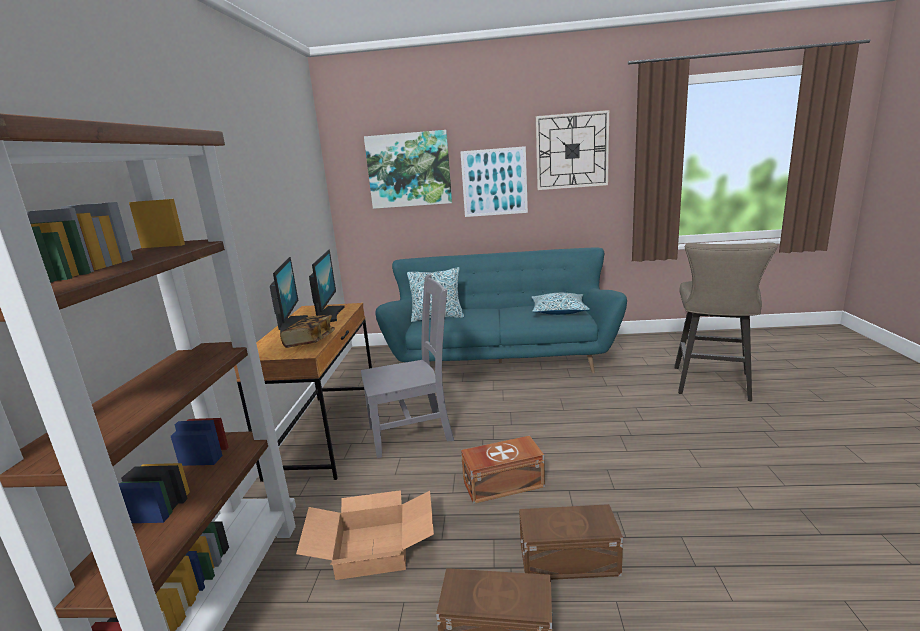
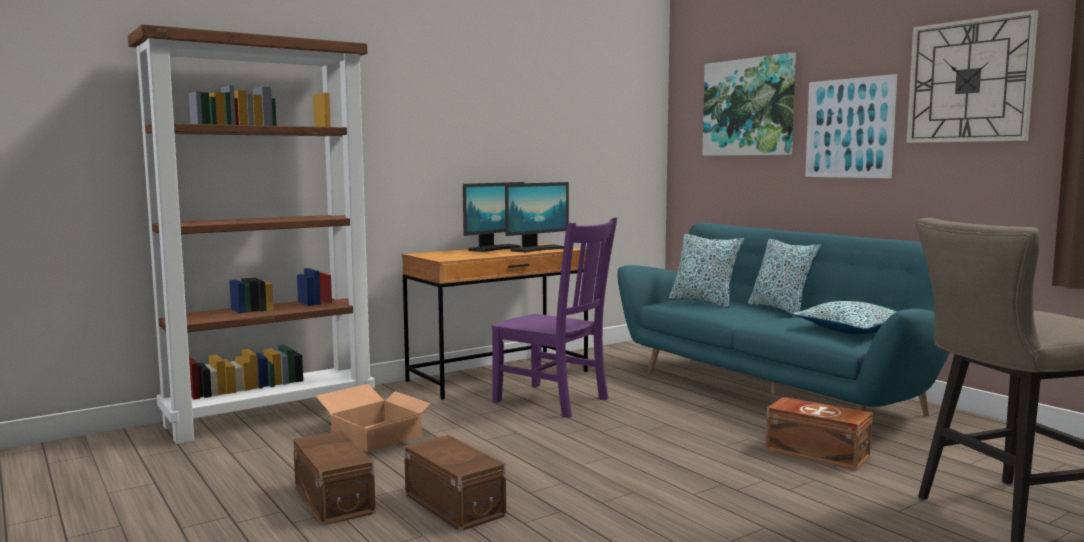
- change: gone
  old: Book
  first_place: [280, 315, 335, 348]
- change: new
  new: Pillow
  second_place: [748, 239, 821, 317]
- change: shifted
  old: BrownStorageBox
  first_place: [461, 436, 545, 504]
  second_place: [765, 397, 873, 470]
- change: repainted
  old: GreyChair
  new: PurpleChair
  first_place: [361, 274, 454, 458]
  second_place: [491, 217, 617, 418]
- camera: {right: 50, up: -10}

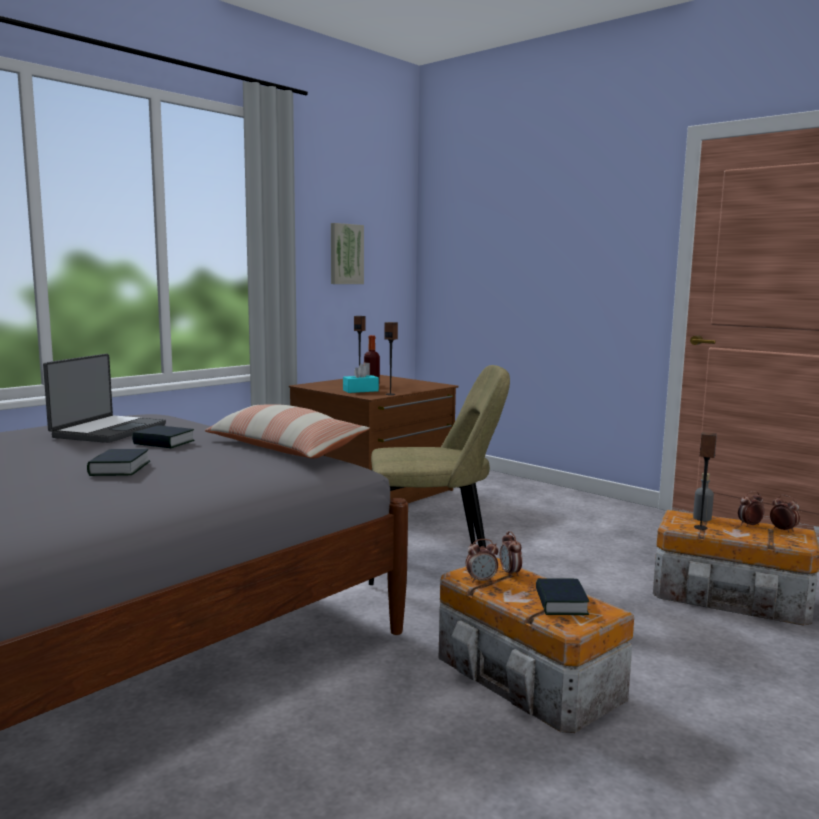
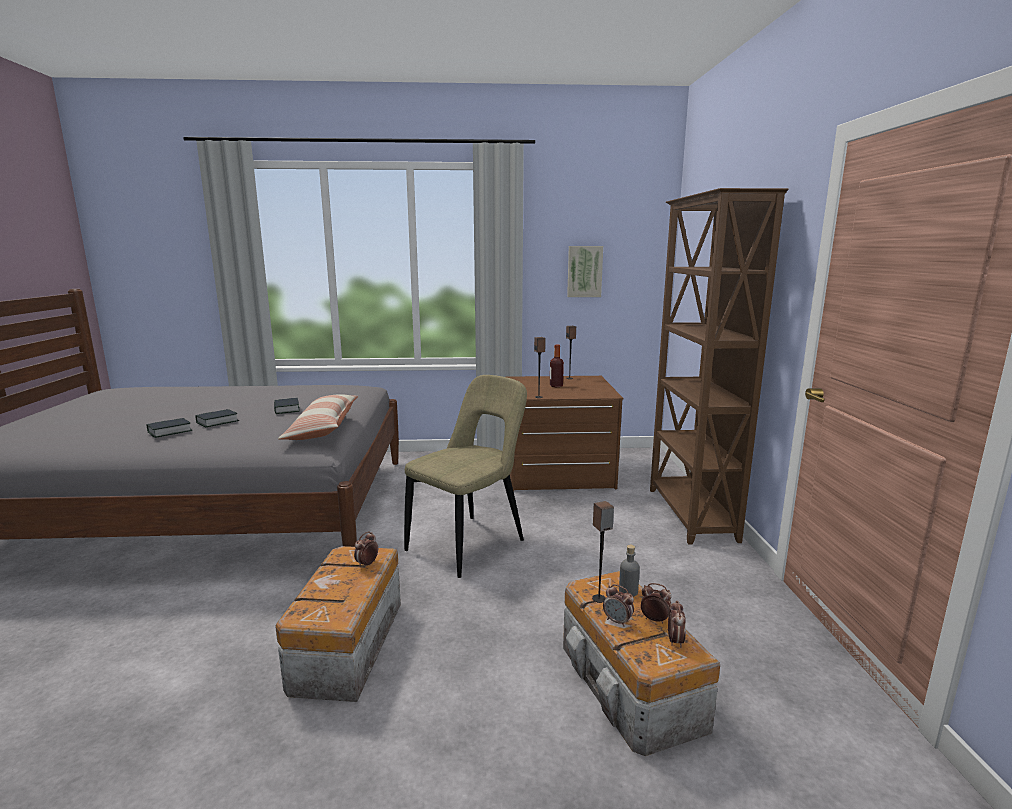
- change: gone
  old: Laptop
  first_place: [43, 354, 166, 443]
- change: gone
  old: TurquoiseTissueBox
  first_place: [343, 364, 379, 393]
- change: new
  new: BrownBookcase
  second_place: [650, 188, 788, 545]
- change: shifted
  old: AlarmClock
  first_place: [466, 539, 499, 583]
  second_place: [603, 584, 634, 627]
- change: shifted
  old: Book
  first_place: [536, 578, 589, 615]
  second_place: [146, 418, 192, 438]
- change: rotated
  old: BeigeChair
  first_place: [369, 365, 510, 585]
  second_place: [404, 375, 527, 578]
  degrees: -90
- camera: {right: 45, up: 5}

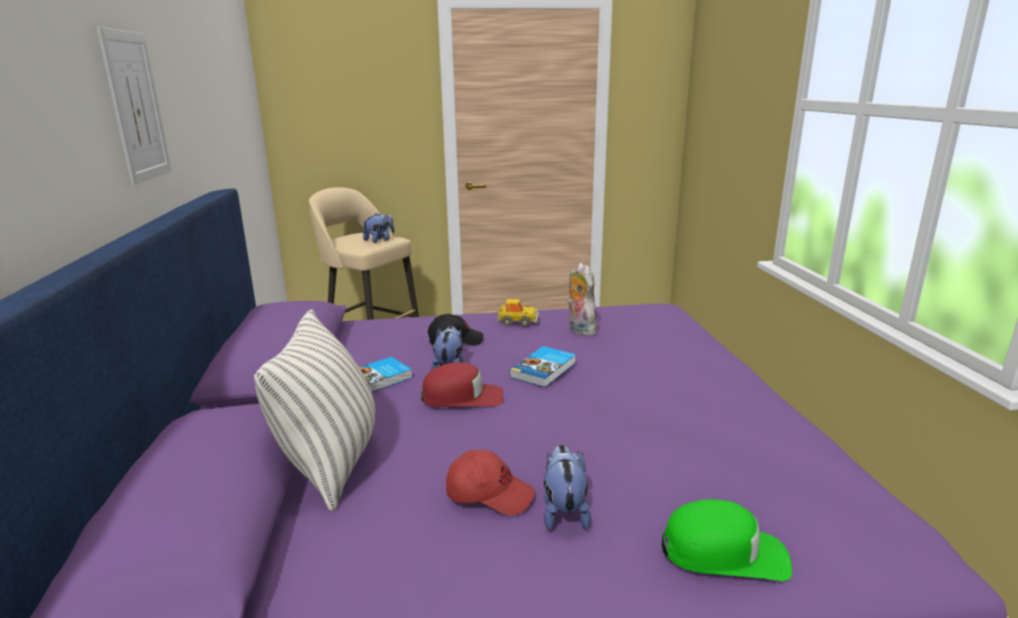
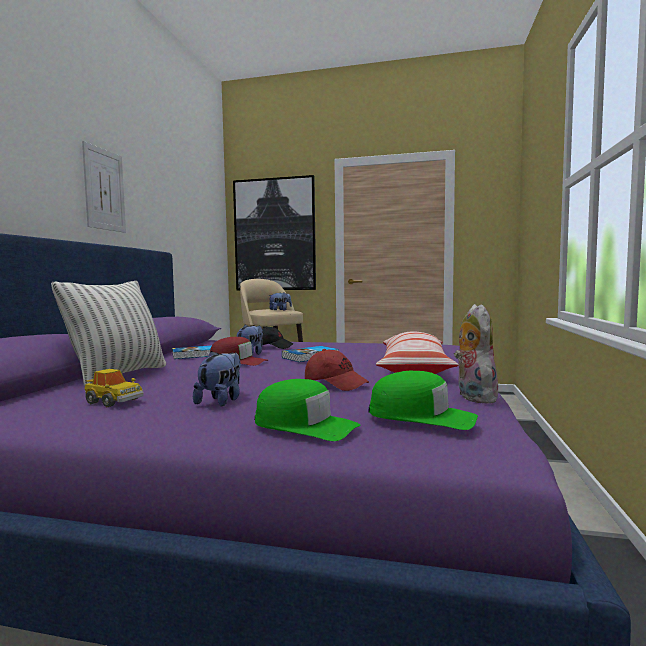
- change: new
  new: Picture
  second_place: [233, 175, 316, 290]
- change: new
  new: GreenCap
  second_place: [368, 371, 478, 430]
- change: new
  new: Pillow
  second_place: [376, 331, 459, 374]
- change: shifted
  old: RedCap
  first_place: [446, 450, 535, 516]
  second_place: [305, 349, 369, 391]
- change: shifted
  old: ToyCar
  first_place: [497, 299, 539, 327]
  second_place: [85, 369, 144, 407]
- change: shifted
  old: PlushToy
  first_place: [567, 263, 600, 336]
  second_place: [454, 304, 500, 404]
- camera: {right: 20, up: -15}

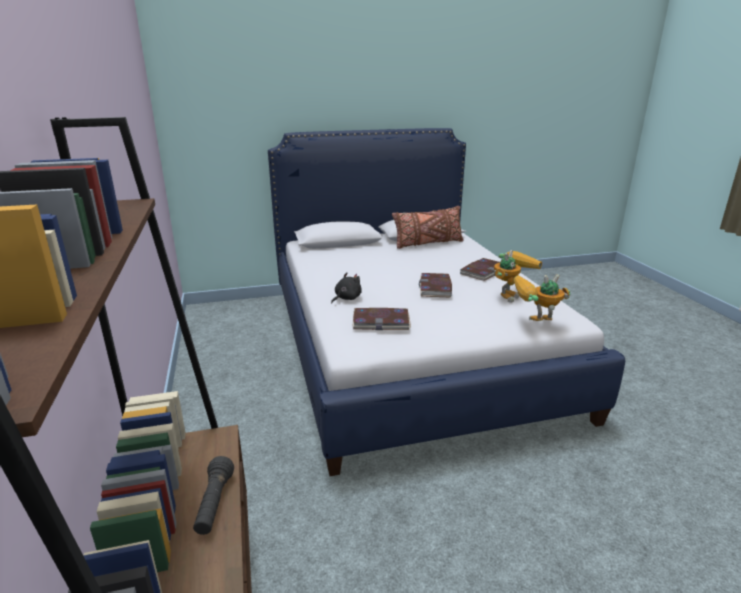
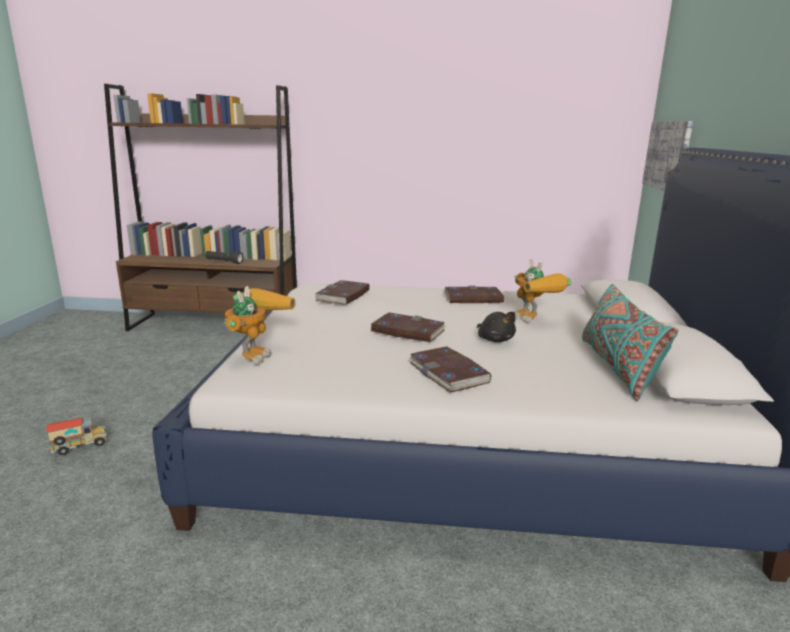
- change: new
  new: ToyTruck
  second_place: [46, 417, 106, 455]
- change: new
  new: Book
  second_place: [443, 286, 504, 303]
- change: new
  new: Picture
  second_place: [642, 121, 693, 191]
- change: shifted
  old: BlackPlushToy
  first_place: [331, 272, 362, 303]
  second_place: [477, 312, 516, 342]
- change: shifted
  old: ToyRobot
  first_place: [494, 250, 542, 303]
  second_place: [514, 259, 572, 323]
- change: repainted
  old: BrownPillow
  new: TurquoisePillow
  first_place: [392, 206, 464, 249]
  second_place: [582, 284, 678, 401]
- camera: {right: 110, up: -5}

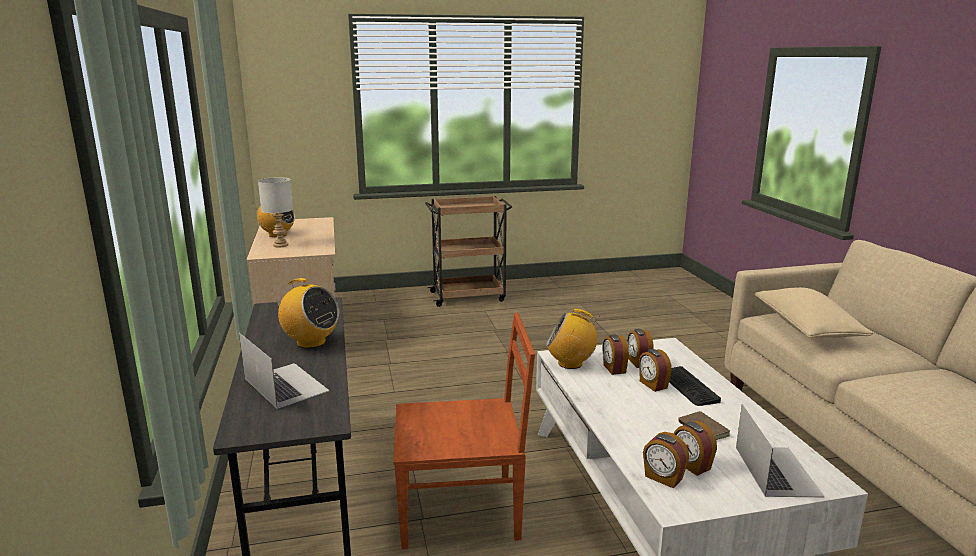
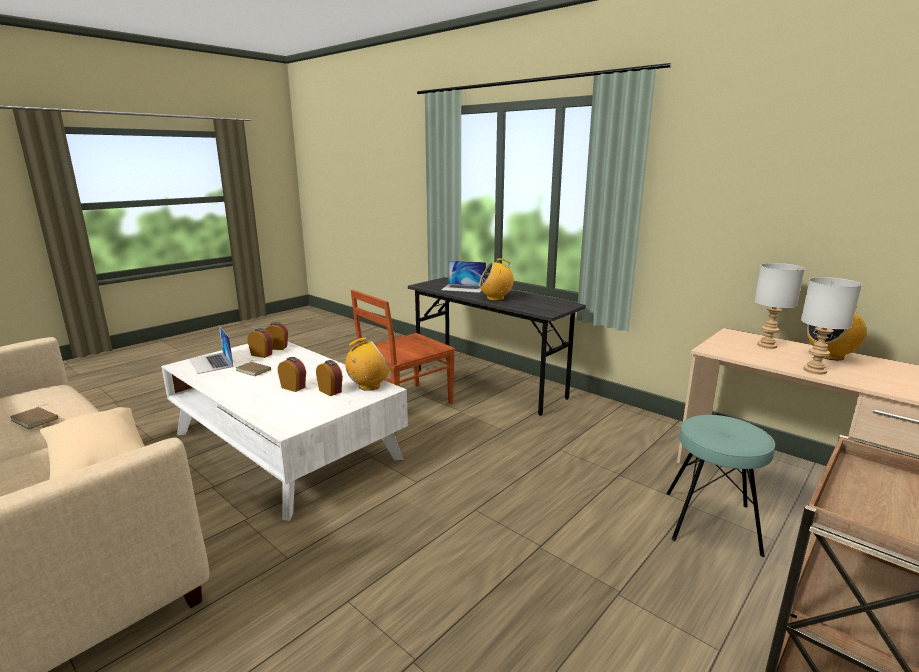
- change: gone
  old: AlarmClock
  first_place: [627, 329, 654, 368]
- change: gone
  old: Keyboard
  first_place: [669, 366, 721, 406]
- change: new
  new: BrownBook
  second_place: [10, 404, 58, 429]
- change: new
  new: TurquoiseStool
  second_place: [666, 415, 775, 557]
- change: new
  new: GreyTableLamp
  second_place: [801, 277, 862, 374]
- camera: {right: 145, up: 0}

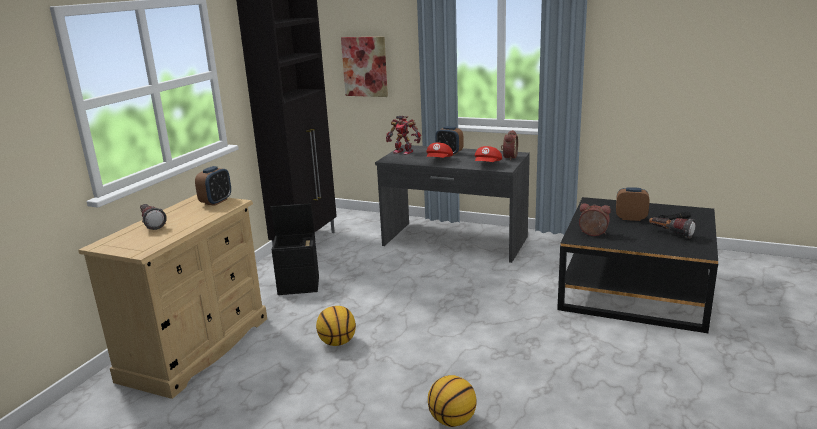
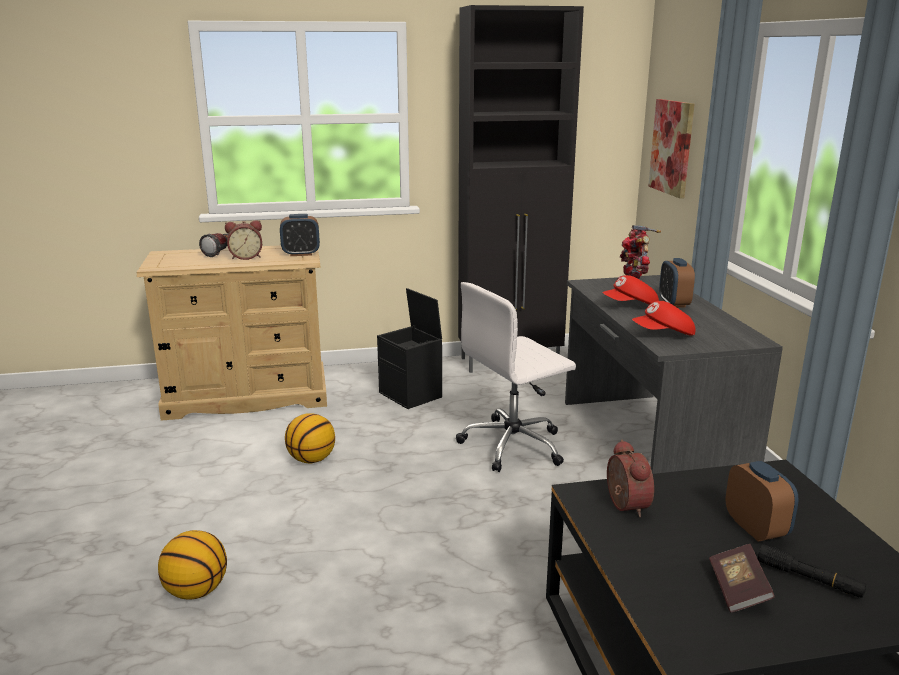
- change: new
  new: WhiteOfficeChair
  second_place: [456, 282, 576, 472]
- change: shifted
  old: AlarmClock
  first_place: [501, 130, 518, 160]
  second_place: [225, 220, 262, 260]
- change: swapped
  old: Flashlight
  new: Book
  first_place: [649, 217, 696, 239]
  second_place: [709, 544, 775, 613]
- camera: {right: 55, up: 0}

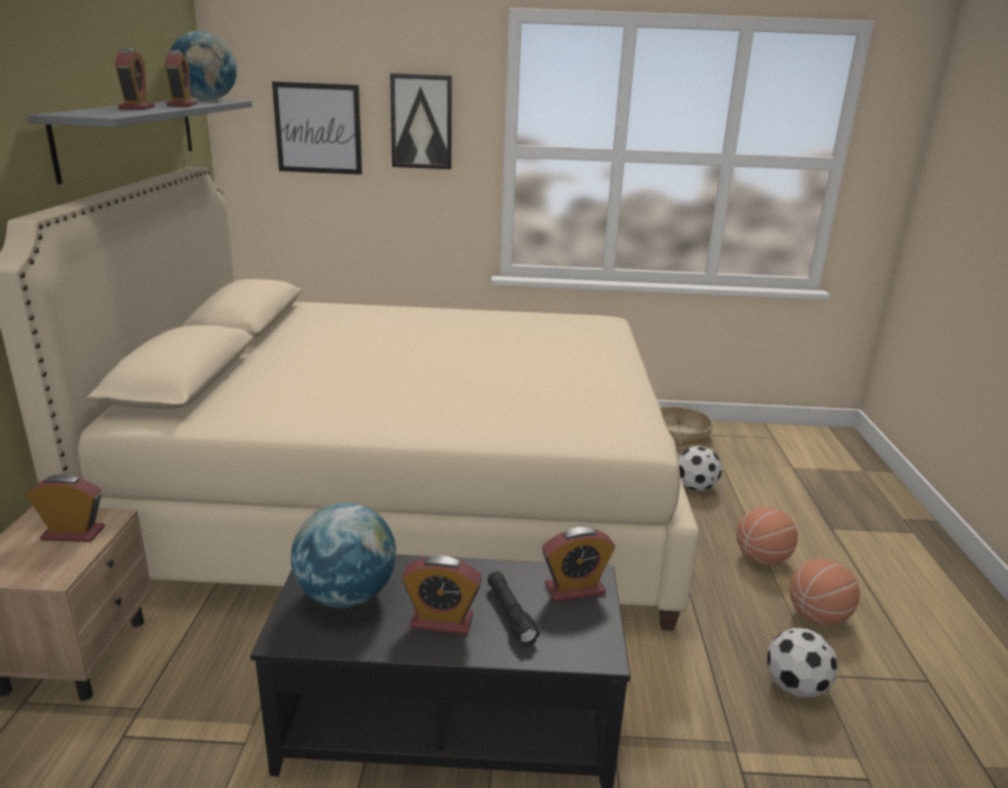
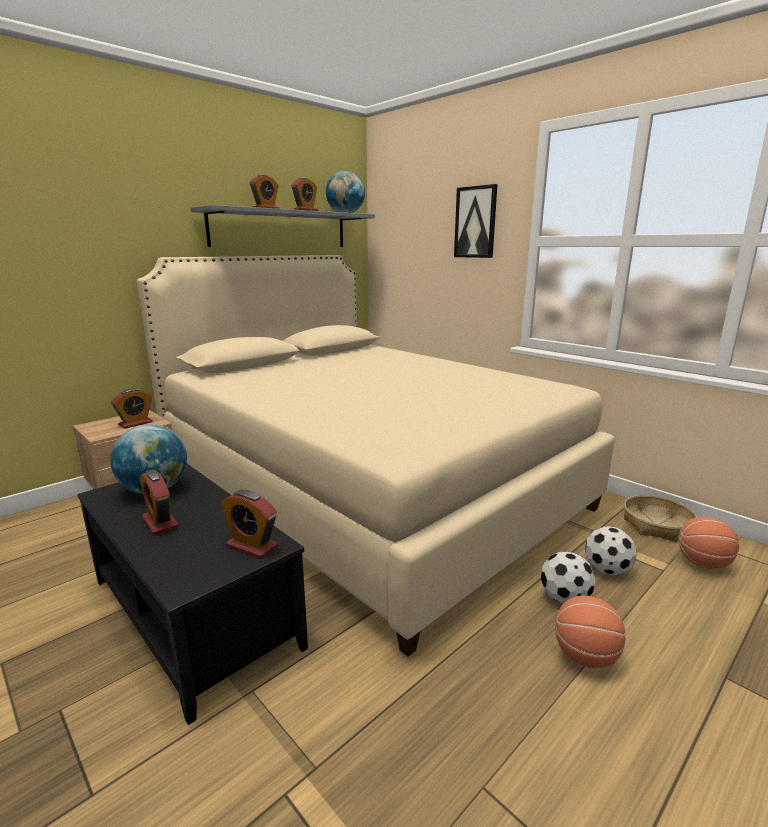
- change: gone
  old: Picture
  first_place: [272, 82, 362, 175]
- change: gone
  old: BlackFlashlight
  first_place: [487, 571, 540, 646]
- change: shifted
  old: Football
  first_place: [767, 628, 838, 697]
  second_place: [541, 551, 595, 604]
- change: shifted
  old: Basketball
  first_place: [789, 559, 860, 626]
  second_place: [679, 516, 739, 569]
- change: rotated
  old: AlarmClock
  first_place: [26, 474, 105, 542]
  second_place: [111, 389, 153, 429]
  degrees: 90
- camera: {right: 45, up: -5}

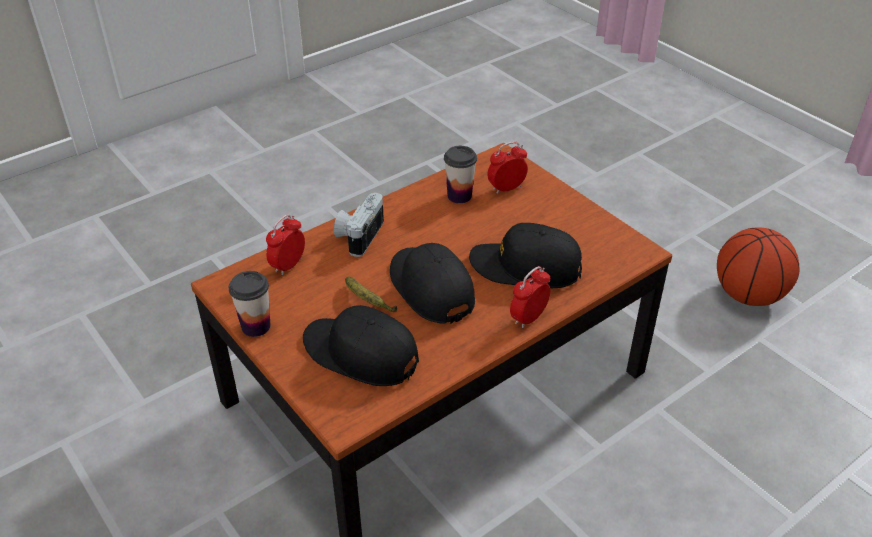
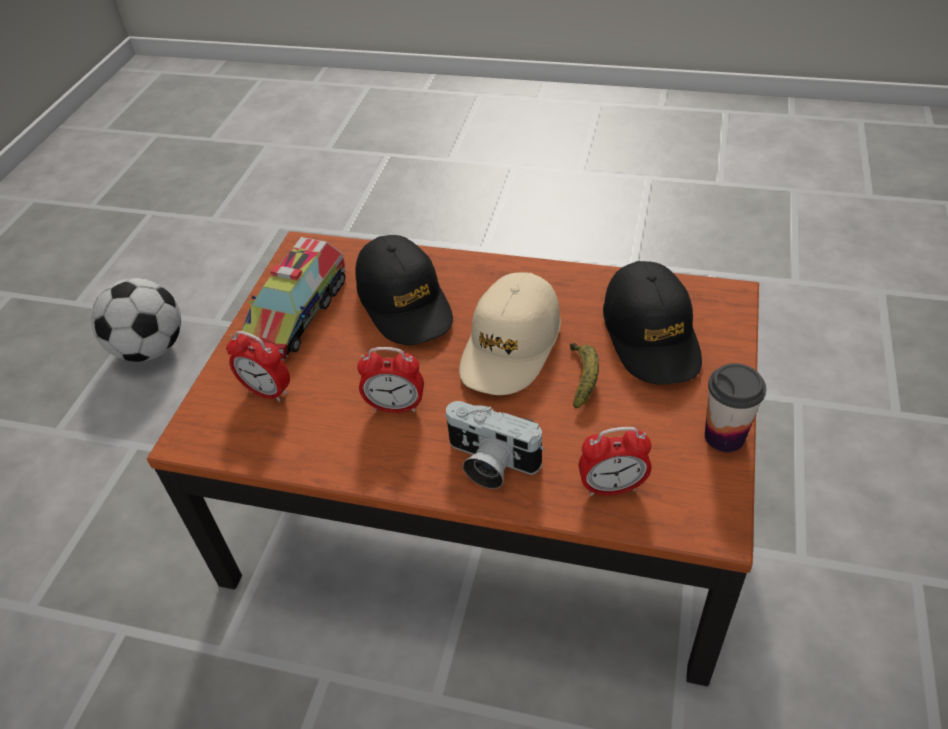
- change: gone
  old: Cup
  first_place: [444, 146, 477, 203]
- change: new
  new: ToyTruck
  second_place: [240, 237, 346, 360]
- change: shifted
  old: AlarmClock
  first_place: [510, 266, 550, 328]
  second_place: [357, 347, 424, 413]
- change: swapped
  old: Basketball
  new: Football
  first_place: [717, 227, 799, 306]
  second_place: [91, 278, 181, 362]
- change: repainted
  old: BlackCap
  new: BeigeCap
  first_place: [390, 243, 475, 324]
  second_place: [459, 272, 561, 395]
- change: rotated
  old: PhotoCamera
  first_place: [334, 193, 384, 257]
  second_place: [445, 401, 545, 489]
  degrees: 45
- camera: {right: -125, up: 5}

